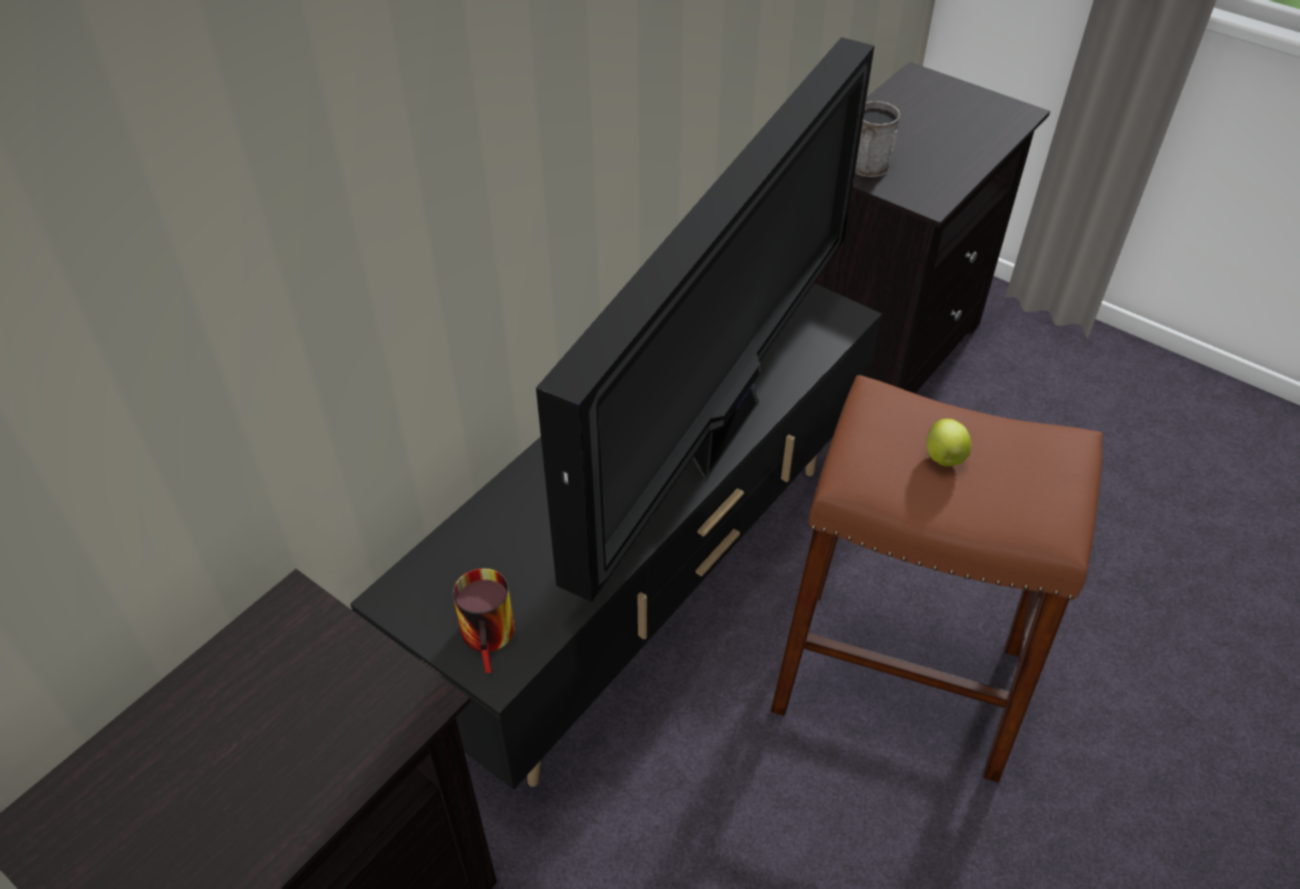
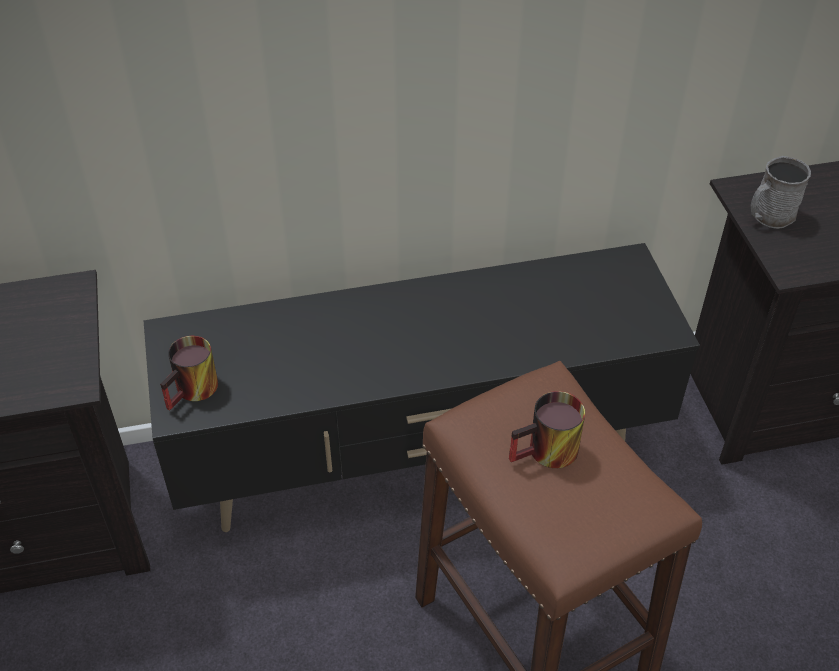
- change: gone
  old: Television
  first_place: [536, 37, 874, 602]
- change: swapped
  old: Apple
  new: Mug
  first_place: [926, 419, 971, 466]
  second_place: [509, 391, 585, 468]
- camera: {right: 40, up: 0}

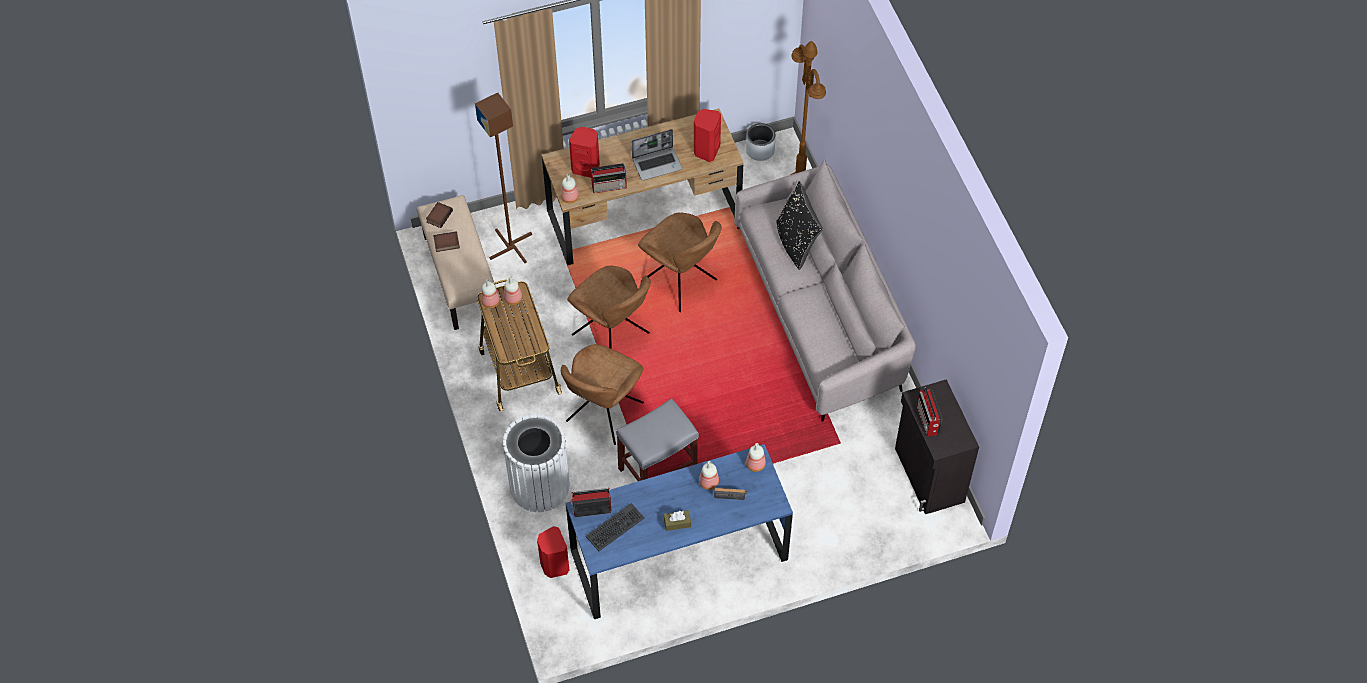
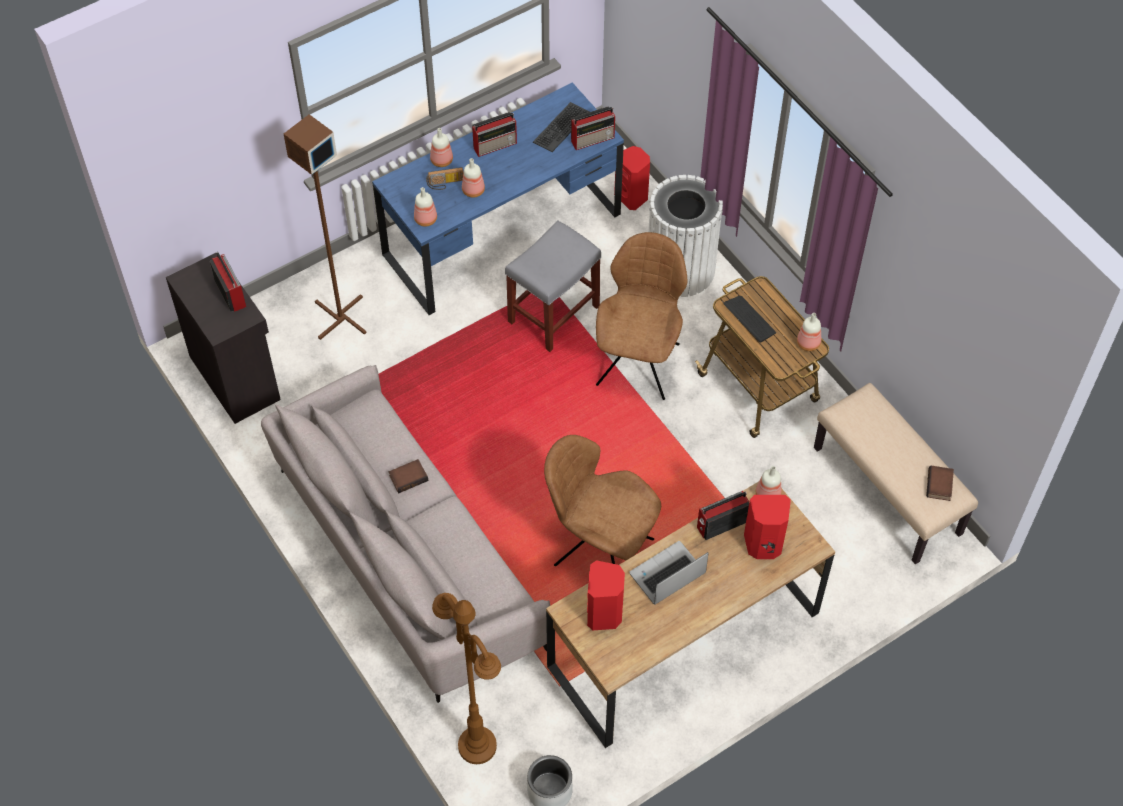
- change: gone
  old: BrownChair
  first_place: [567, 266, 651, 349]
- change: gone
  old: BlackPillow
  first_place: [776, 181, 823, 270]
- change: new
  new: Keyboard
  second_place: [724, 296, 776, 342]
- change: shifted
  old: Book
  first_place: [433, 231, 460, 252]
  second_place: [389, 459, 428, 493]
- change: shifted
  old: BrownFloorLamp
  first_place: [475, 93, 532, 263]
  second_place: [284, 114, 367, 340]
- change: shifted
  old: Bottle
  first_place: [504, 276, 522, 305]
  second_place: [430, 128, 453, 167]
- change: swapped
  old: BrownTissueBox
  new: Radio
  first_place: [664, 510, 691, 531]
  second_place: [472, 112, 517, 157]
- camera: {right: 165, up: 0}

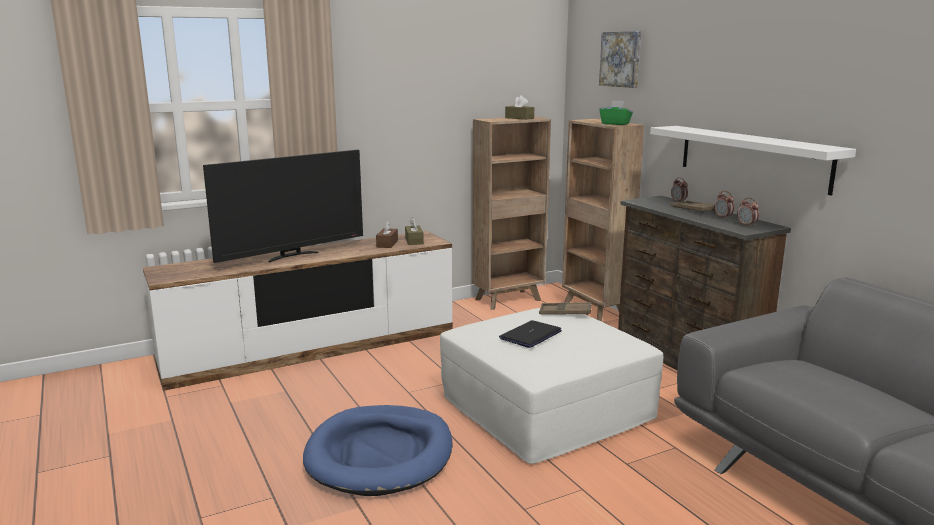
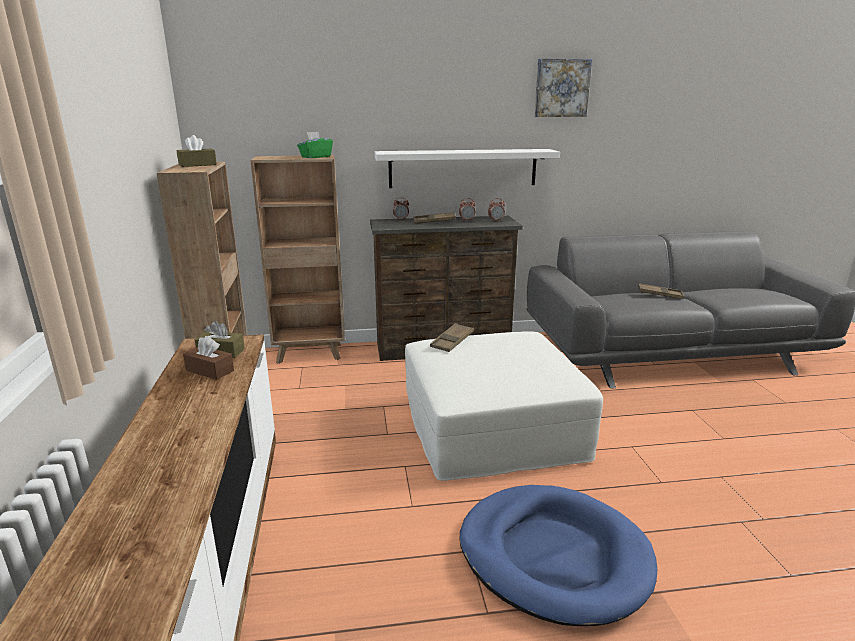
- change: gone
  old: Television
  first_place: [203, 150, 363, 263]
- change: gone
  old: Laptop
  first_place: [499, 320, 562, 348]
- change: new
  new: BrownTray
  second_place: [638, 283, 685, 299]
- change: shifted
  old: Picture
  first_place: [599, 31, 641, 88]
  second_place: [534, 59, 592, 117]
- camera: {right: -70, up: 5}

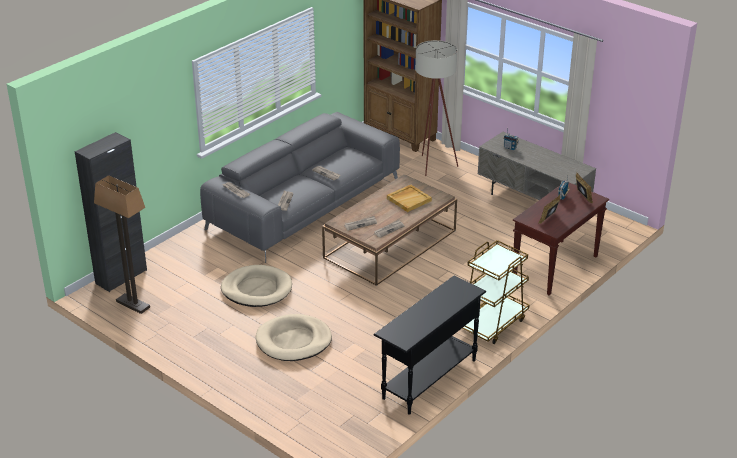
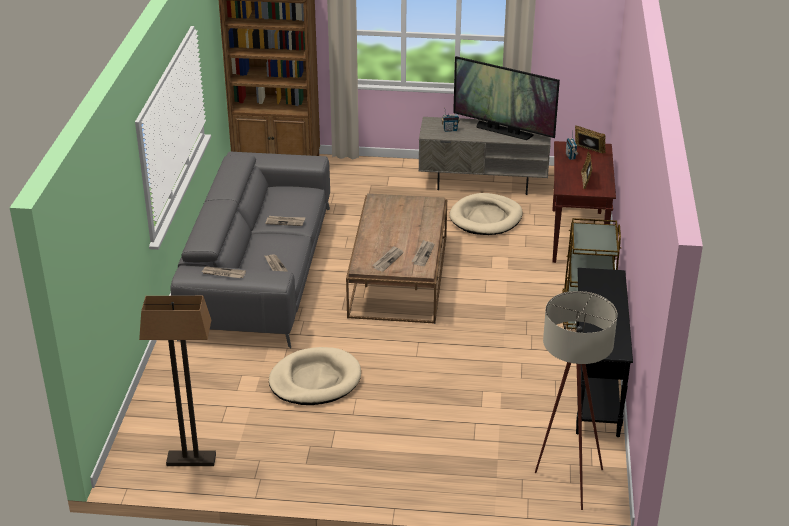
- change: gone
  old: BlackCabinet
  first_place: [75, 132, 147, 292]
- change: gone
  old: BeigeTray
  first_place: [387, 185, 432, 212]
- change: new
  new: Television
  second_place: [453, 56, 560, 140]
- change: shifted
  old: BeigeDogBed
  first_place: [255, 314, 332, 361]
  second_place: [449, 193, 523, 235]
- change: shifted
  old: BeigeFloorLamp
  first_place: [415, 40, 458, 176]
  second_place: [535, 291, 617, 510]
- camera: {right: -35, up: 0}

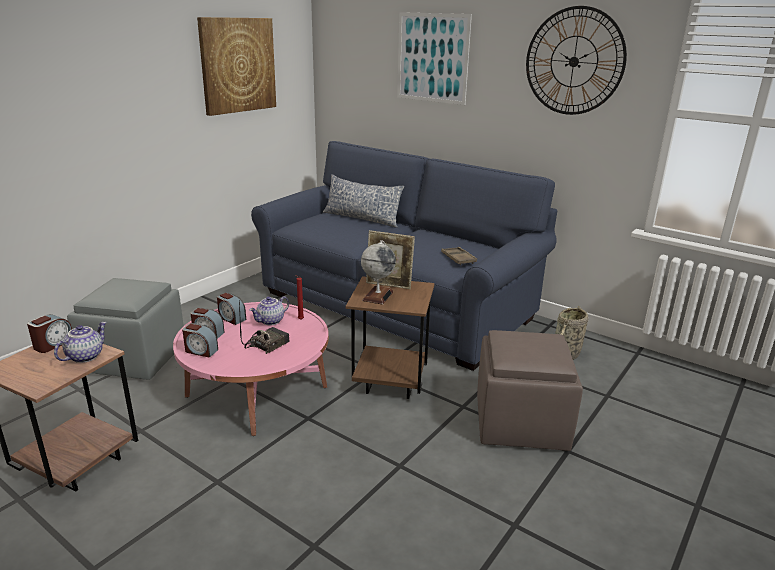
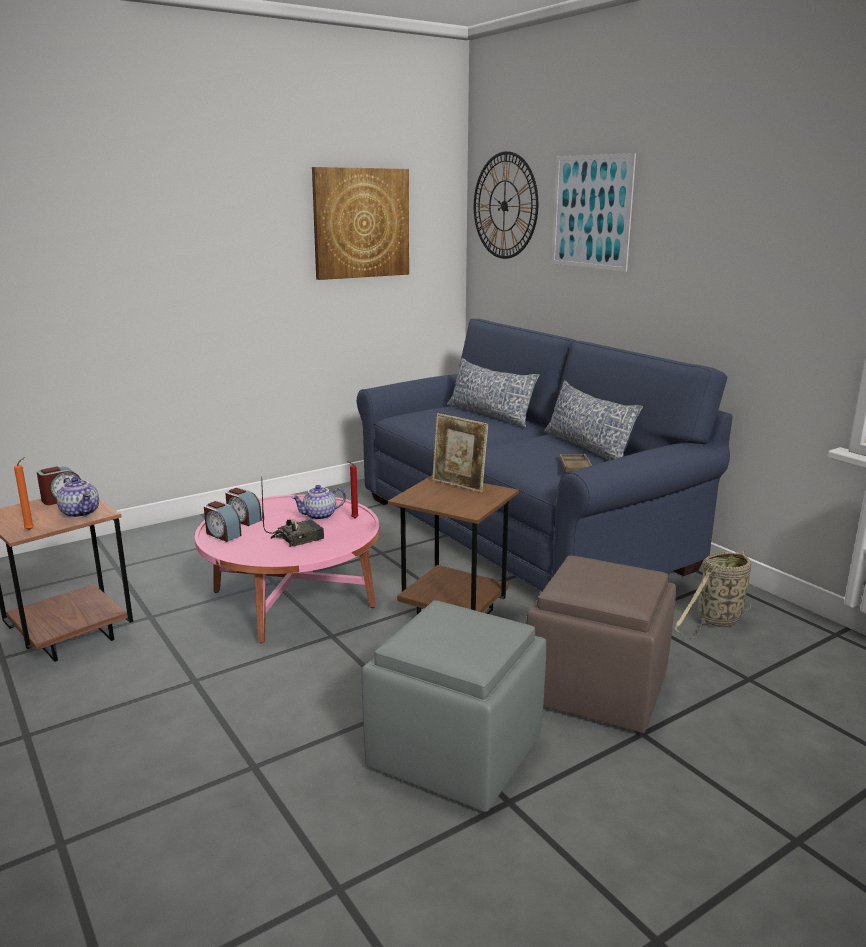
- change: gone
  old: AlarmClock
  first_place: [217, 293, 246, 325]
- change: gone
  old: Globe
  first_place: [361, 240, 396, 305]
- change: new
  new: OrangeCandle
  second_place: [14, 457, 34, 530]
- change: new
  new: Pillow
  second_place: [544, 380, 643, 460]
- change: shifted
  old: GreyOttoman
  first_place: [67, 278, 184, 380]
  second_place: [361, 600, 546, 812]
- change: shifted
  old: WallClock
  first_place: [526, 6, 627, 115]
  second_place: [474, 151, 538, 259]
- change: rotated
  old: Teapot
  first_place: [54, 322, 107, 363]
  second_place: [57, 477, 99, 518]
  degrees: 90
- camera: {right: 20, up: -5}

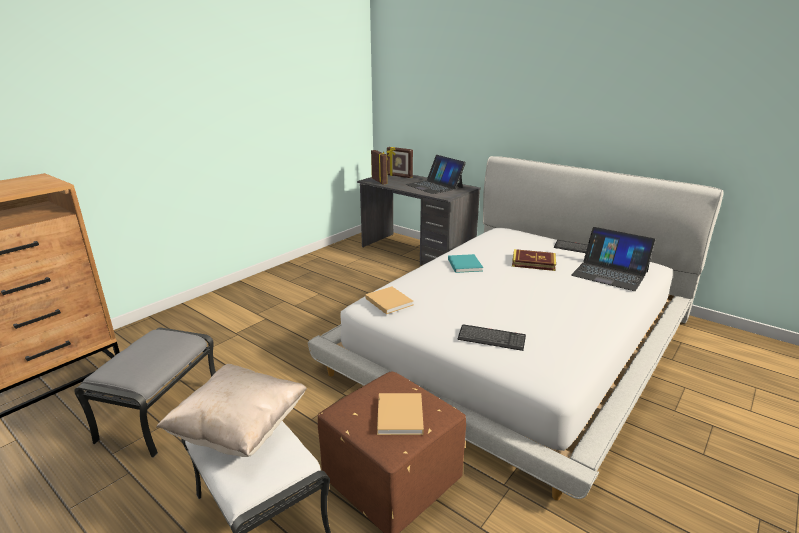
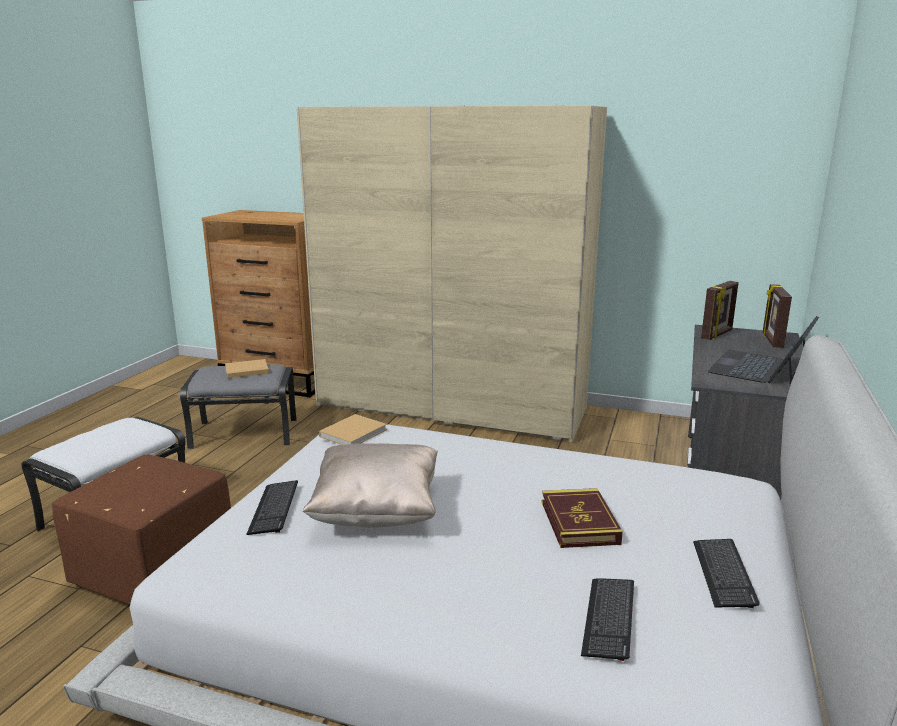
- change: gone
  old: TurquoiseBook
  first_place: [448, 254, 483, 273]
- change: new
  new: BeigeWardrobe
  second_place: [297, 105, 607, 443]
- change: shifted
  old: BeigePillow
  first_place: [156, 364, 307, 457]
  second_place: [302, 443, 438, 528]
- change: shifted
  old: BeigeBook
  first_place: [377, 393, 424, 435]
  second_place: [225, 359, 269, 378]
- change: swapped
  old: Laptop
  new: Keyboard
  first_place: [571, 227, 655, 291]
  second_place: [581, 578, 634, 661]
- camera: {right: 70, up: -5}

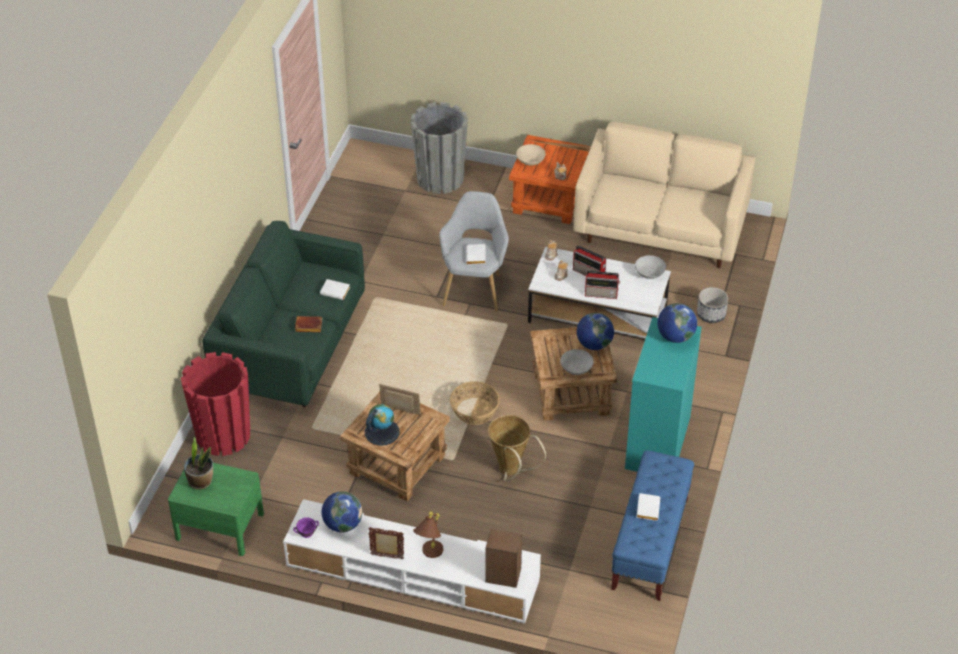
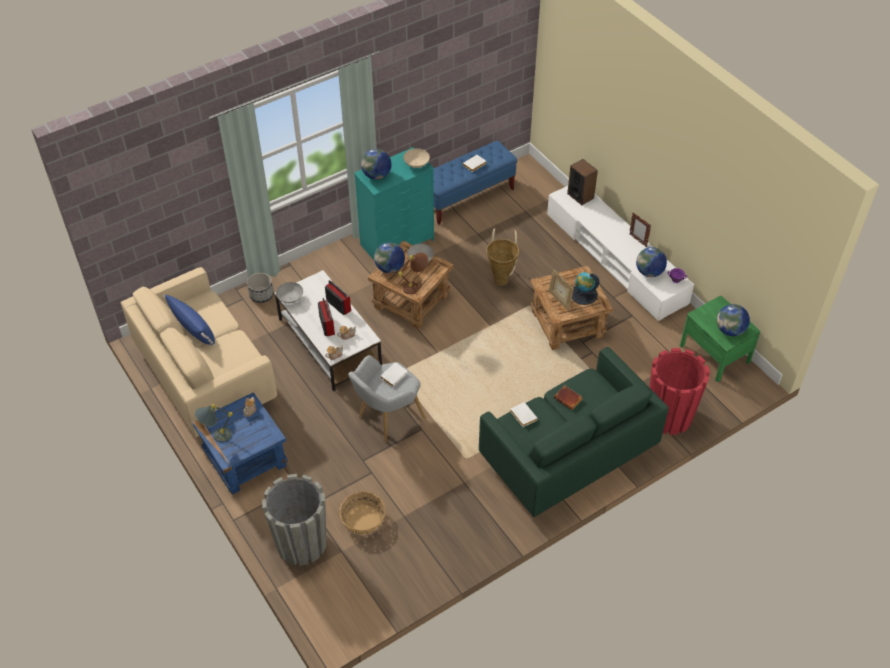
- change: new
  new: BluePillow
  second_place: [164, 295, 215, 347]
- change: new
  new: GreyTableLamp
  second_place: [195, 404, 233, 442]
- change: shifted
  old: BrownTableLamp
  first_place: [413, 511, 443, 558]
  second_place: [398, 253, 428, 294]
- change: shifted
  old: Basket
  first_place: [450, 381, 500, 425]
  second_place: [339, 492, 386, 535]
- change: shifted
  old: BeigeBowl
  first_place: [516, 144, 546, 166]
  second_place: [403, 148, 430, 168]
- change: swapped
  old: PottedPlant
  new: Globe
  first_place: [184, 437, 213, 490]
  second_place: [717, 304, 750, 336]
- change: repainted
  old: OrangeSideTable
  new: BlueSideTable
  first_place: [509, 135, 591, 224]
  second_place: [192, 392, 288, 495]
- camera: {right: -140, up: 5}

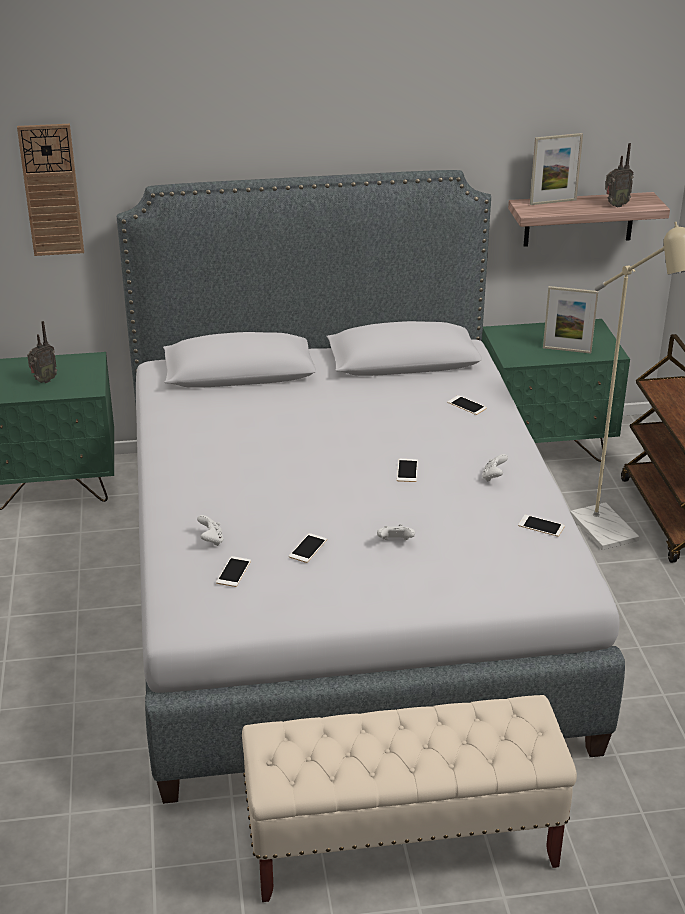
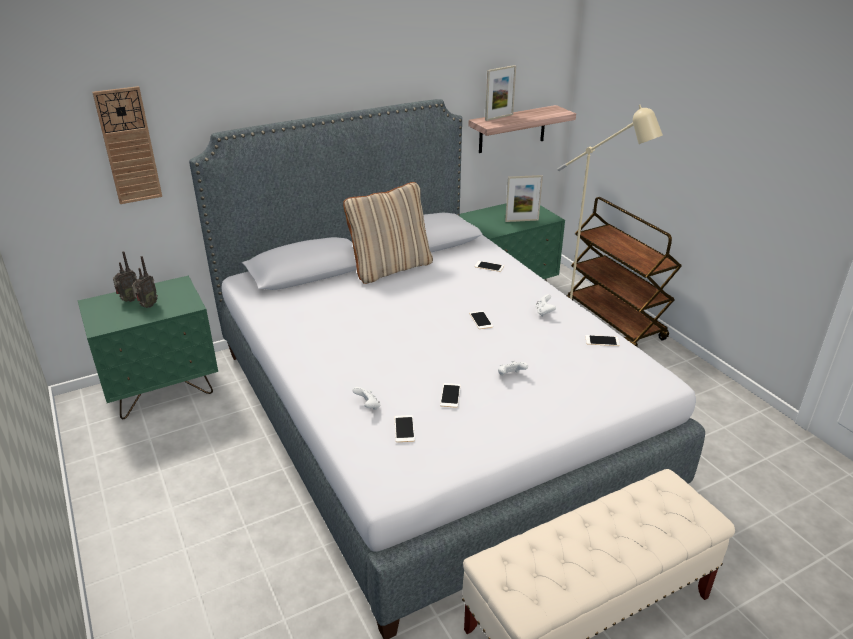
- change: new
  new: BeigePillow
  second_place: [343, 182, 433, 284]
- change: shifted
  old: Radio
  first_place: [605, 143, 634, 207]
  second_place: [113, 251, 137, 302]
- camera: {right: -20, up: 0}

